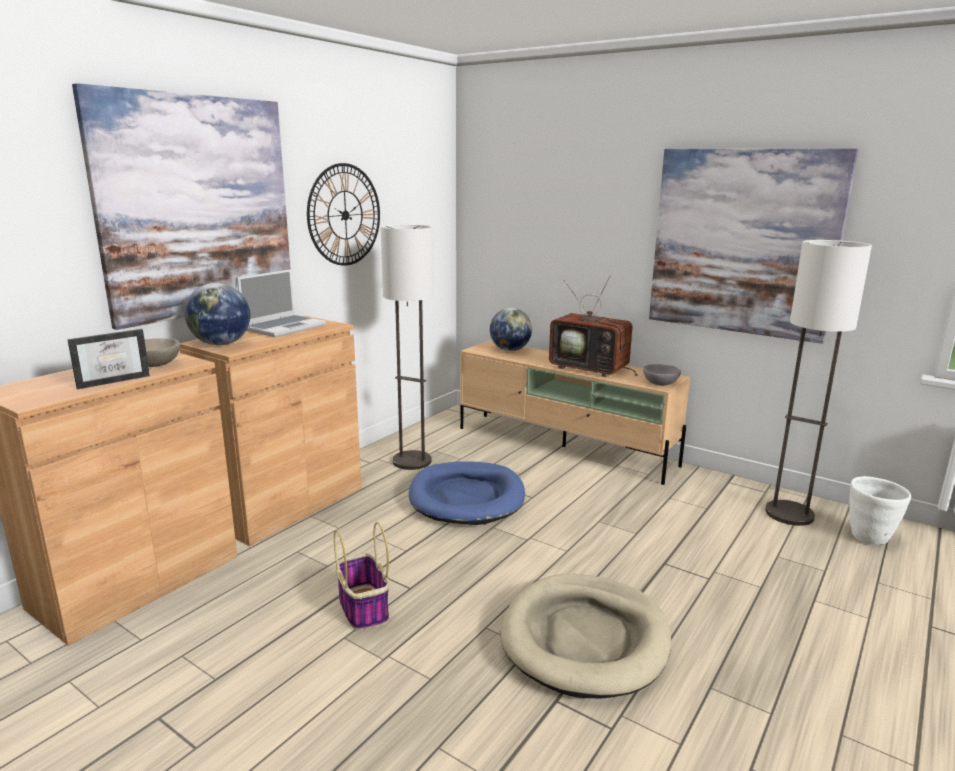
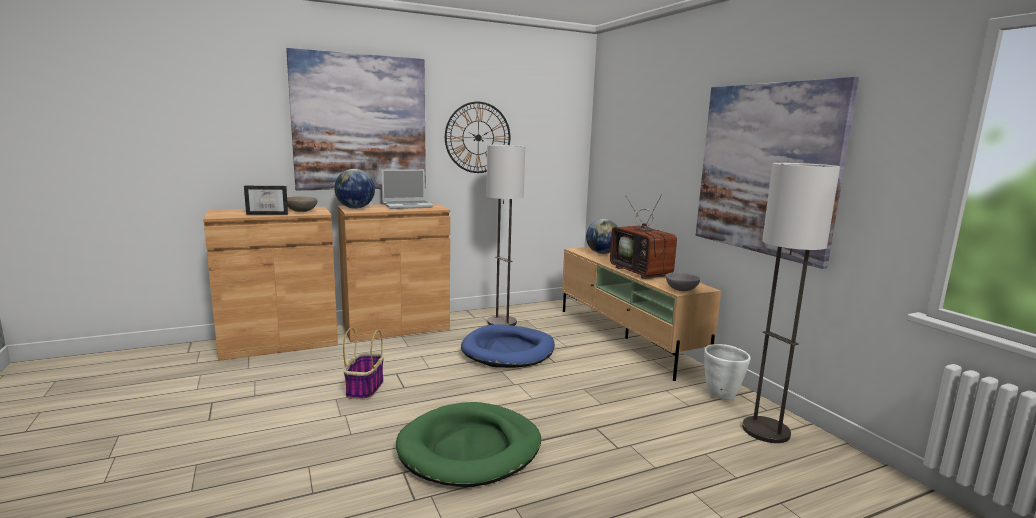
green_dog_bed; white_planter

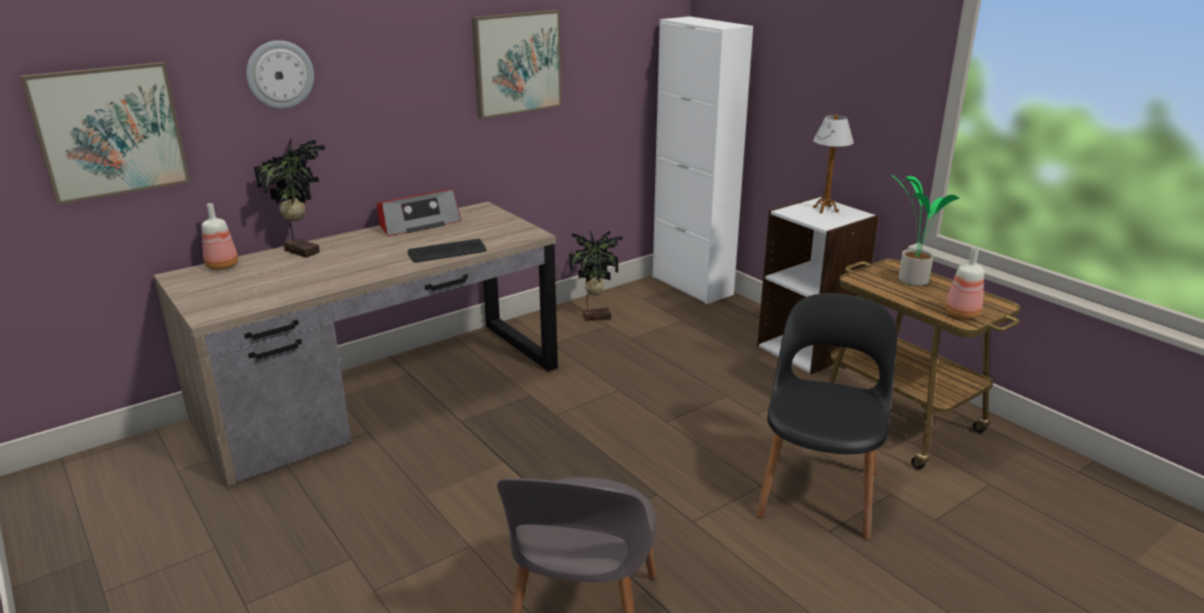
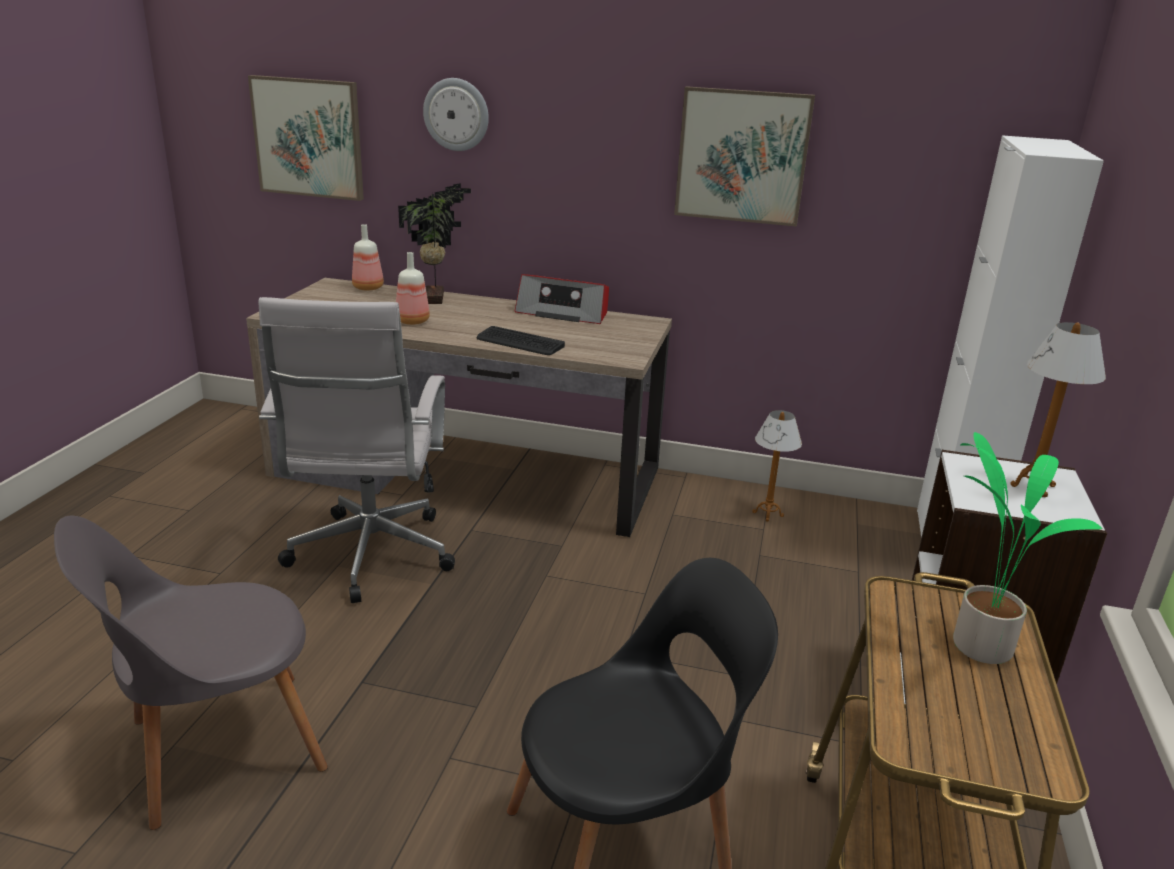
table_lamp (no. 1 from left); bottle (no. 2 from left); white_office_chair

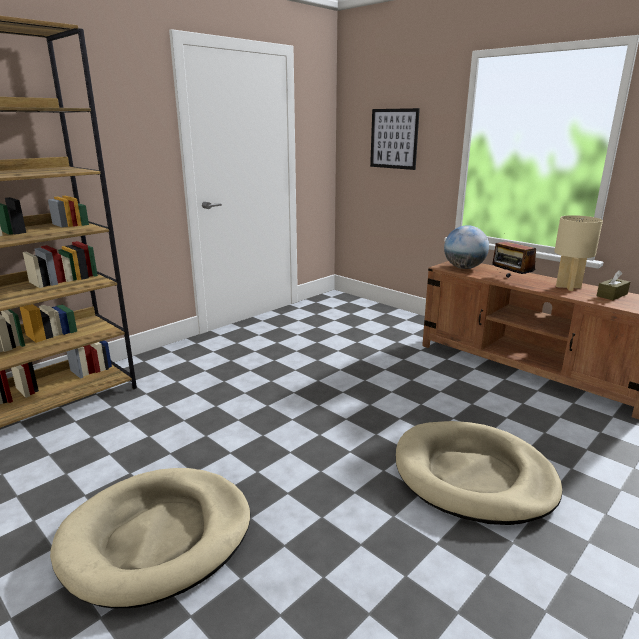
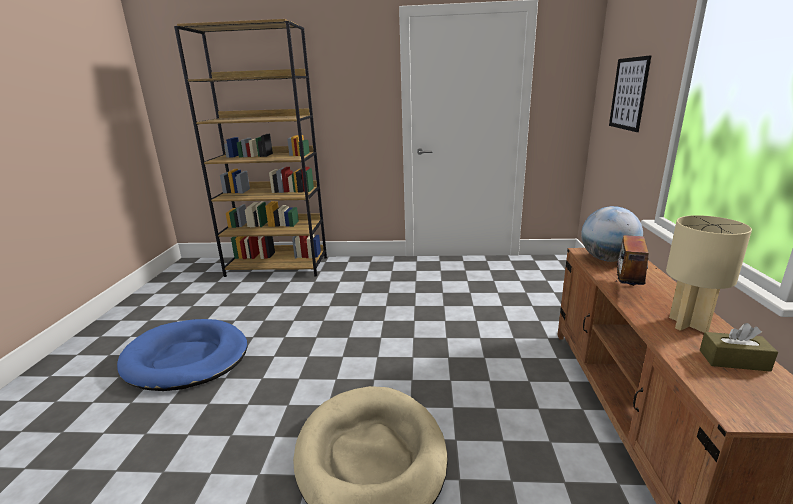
blue_dog_bed

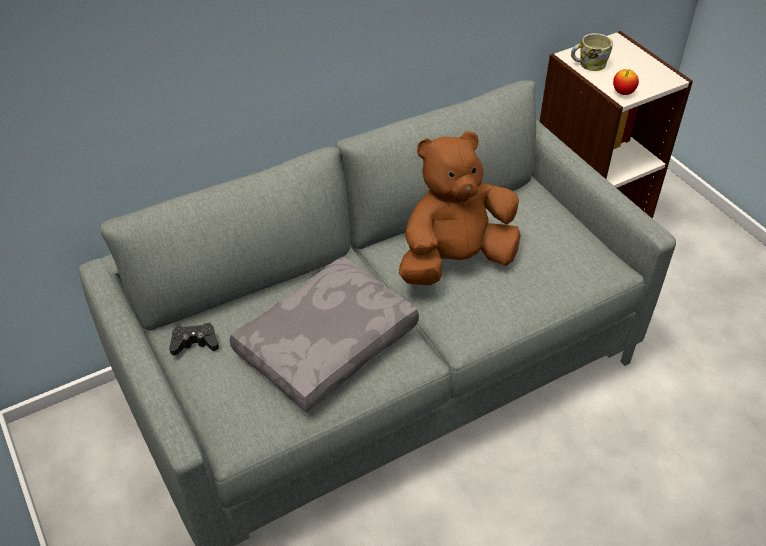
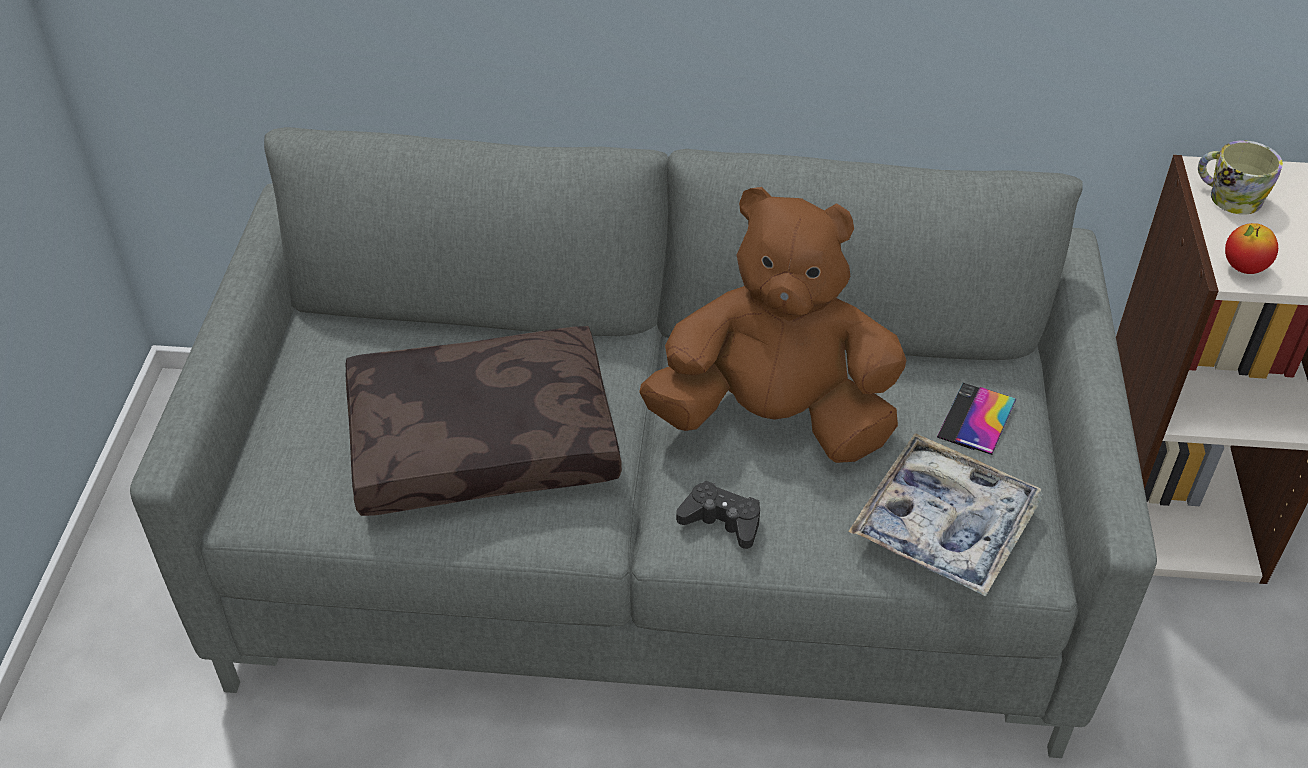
black_game_controller; brown_pillow; tray; phone

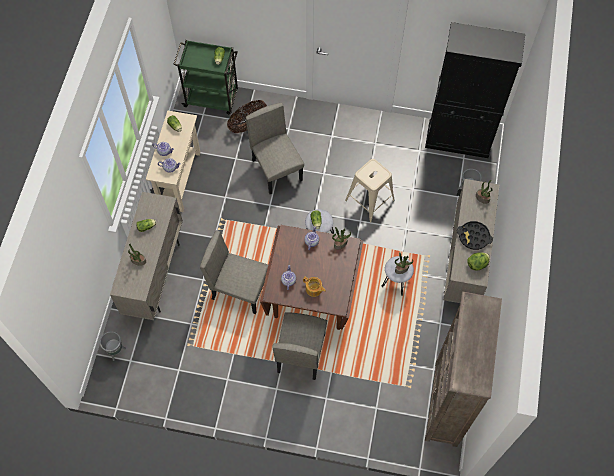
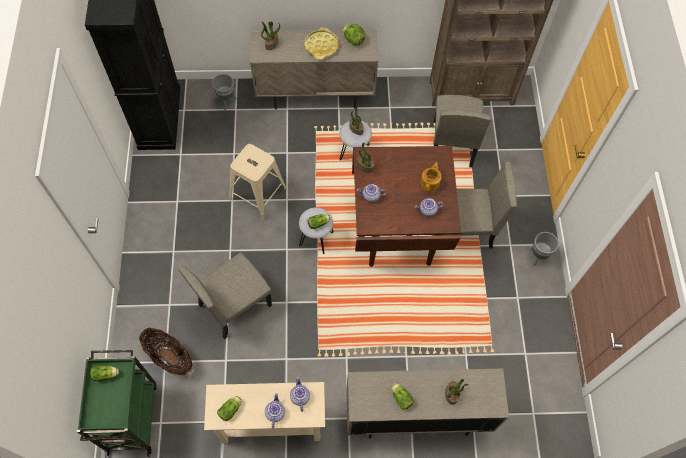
grey_planter (no. 2 from left); beige_chair (no. 2 from left); yellow_tray

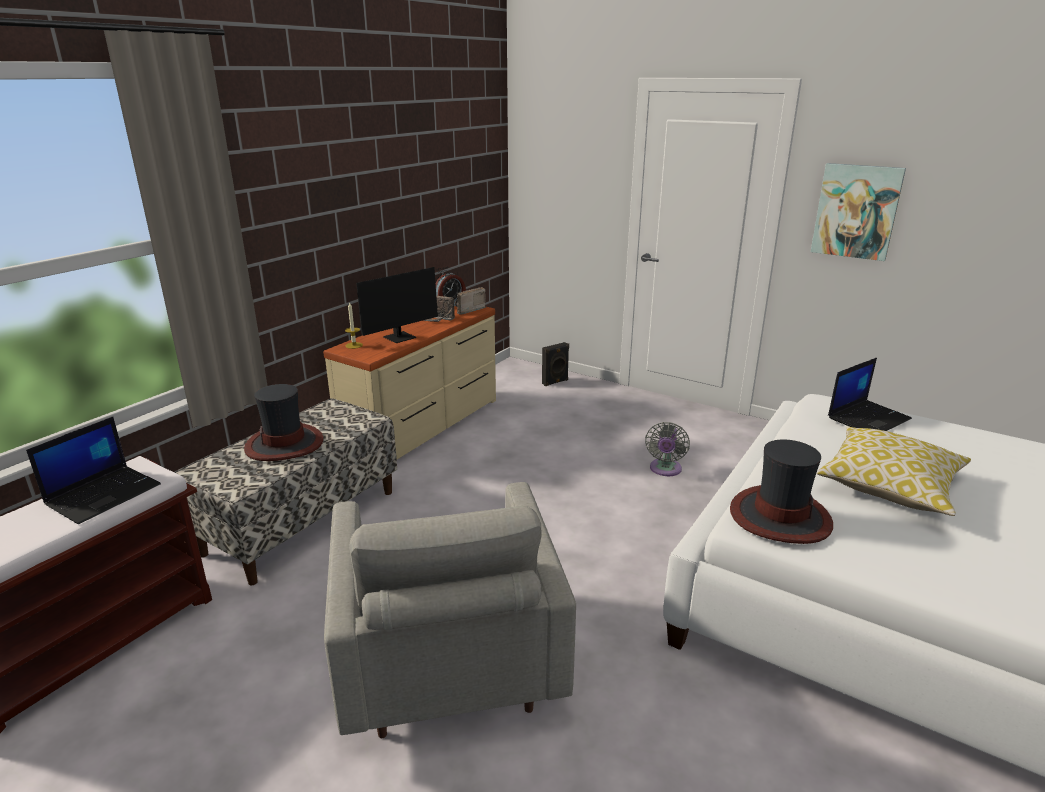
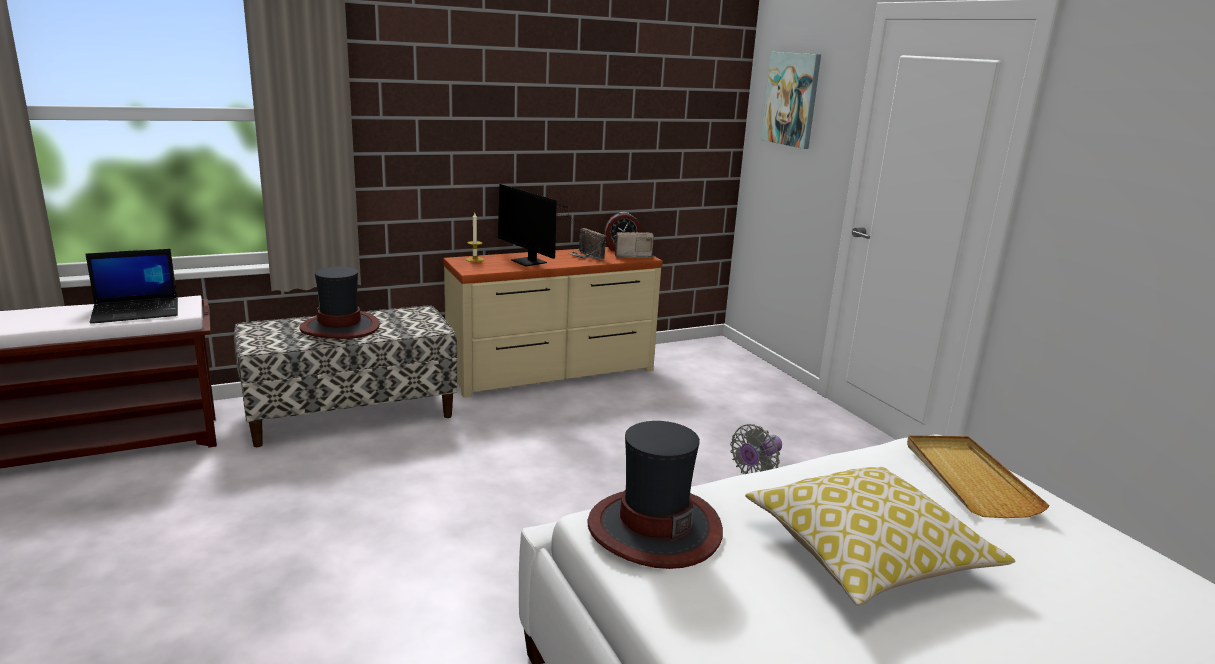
grey_armchair; monitor; black_speaker; picture; beige_tray

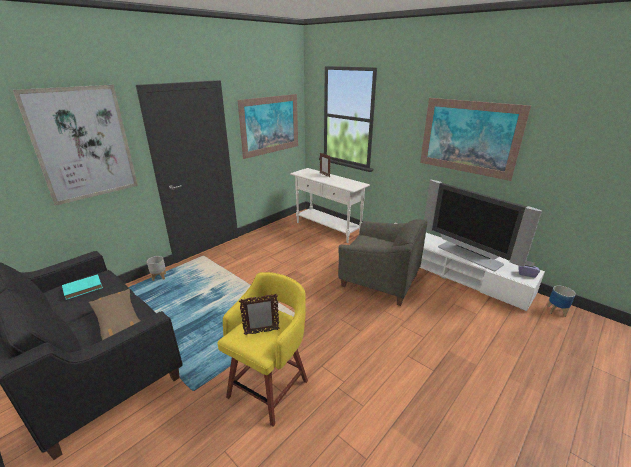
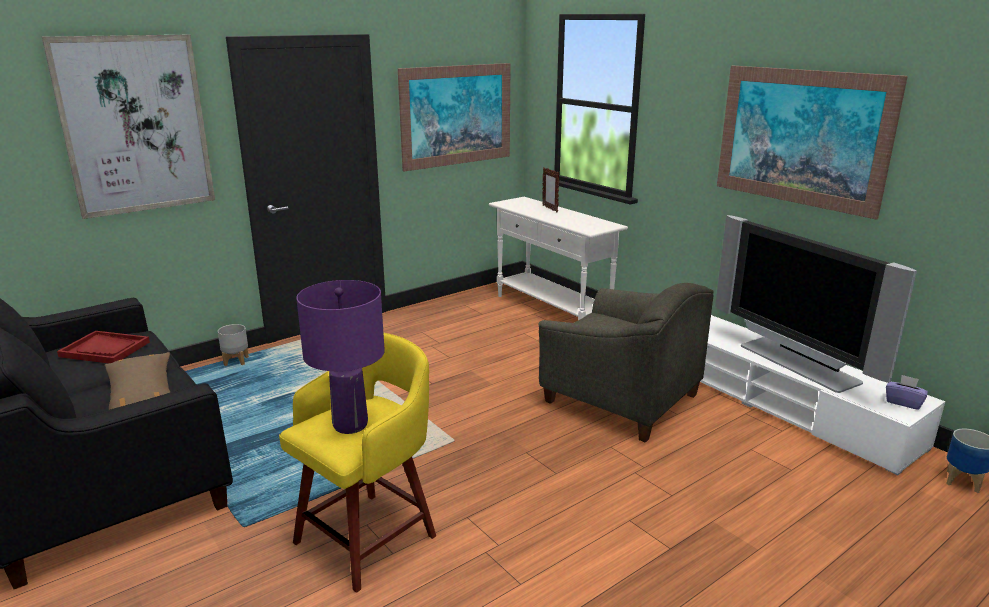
red_tray; purple_table_lamp

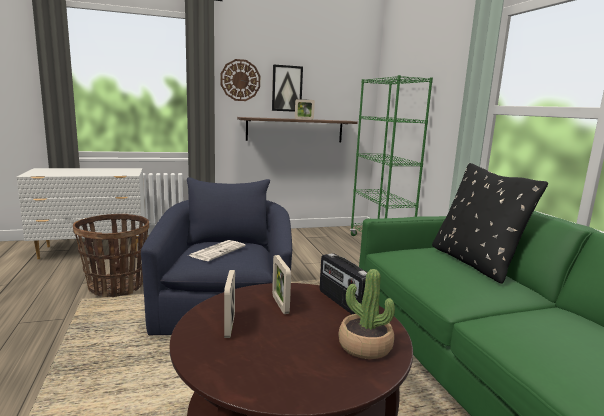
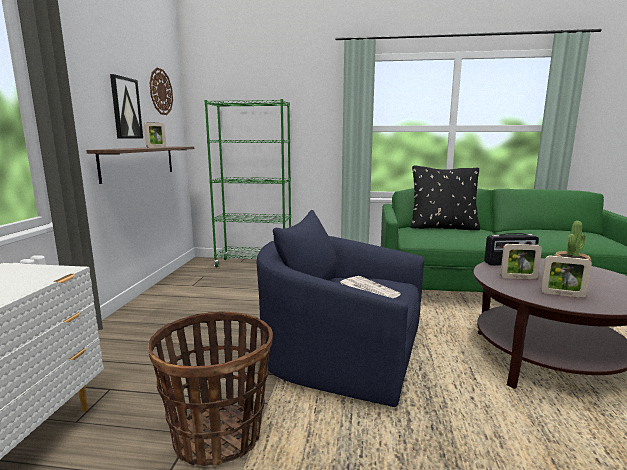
wall_clock

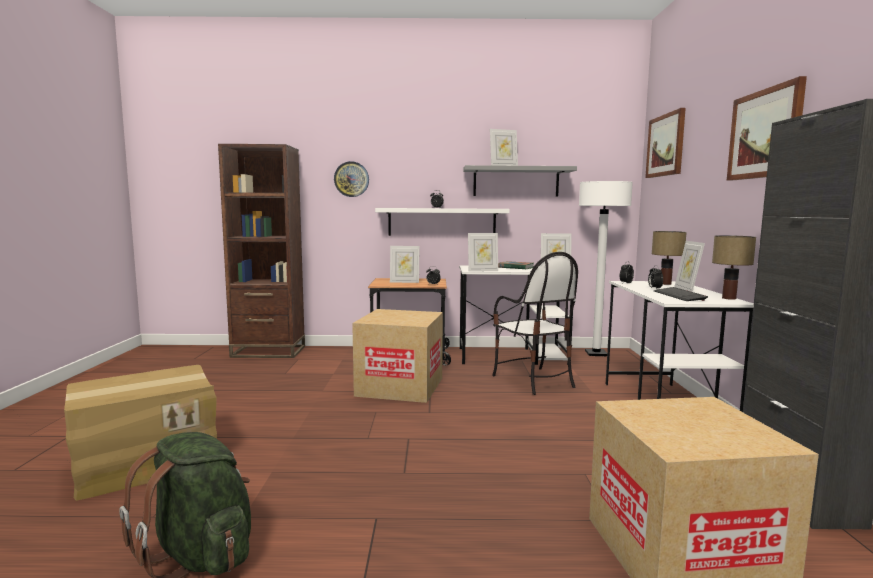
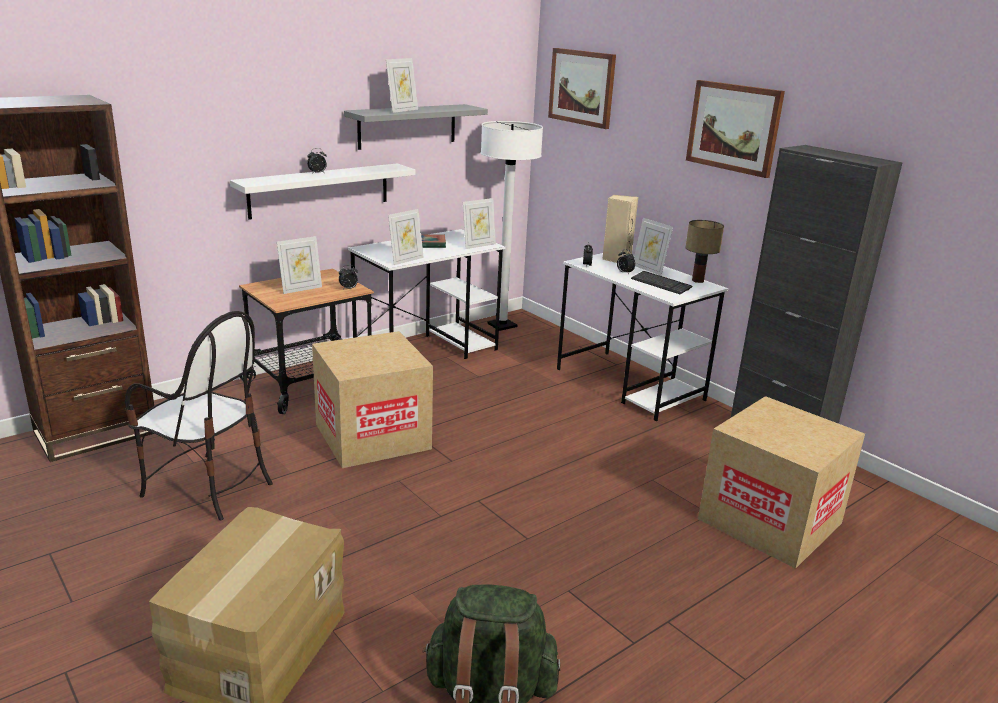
wall_clock; chair; beige_speaker

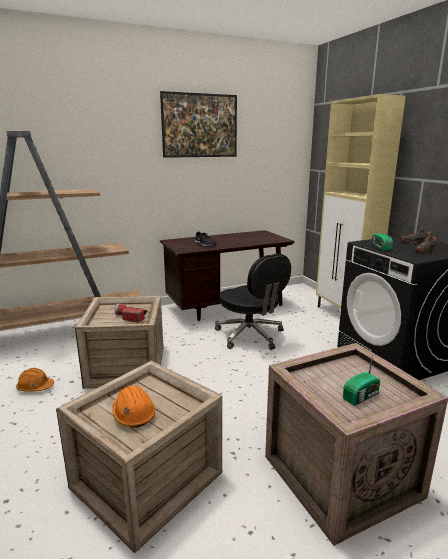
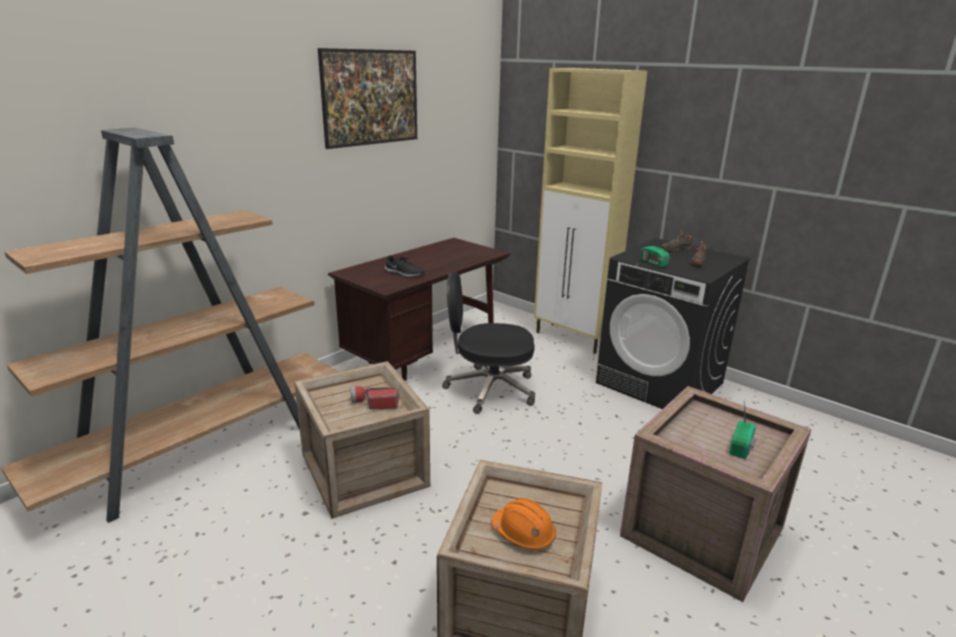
orange_hard_hat (no. 1 from left in the first image); black_office_chair

